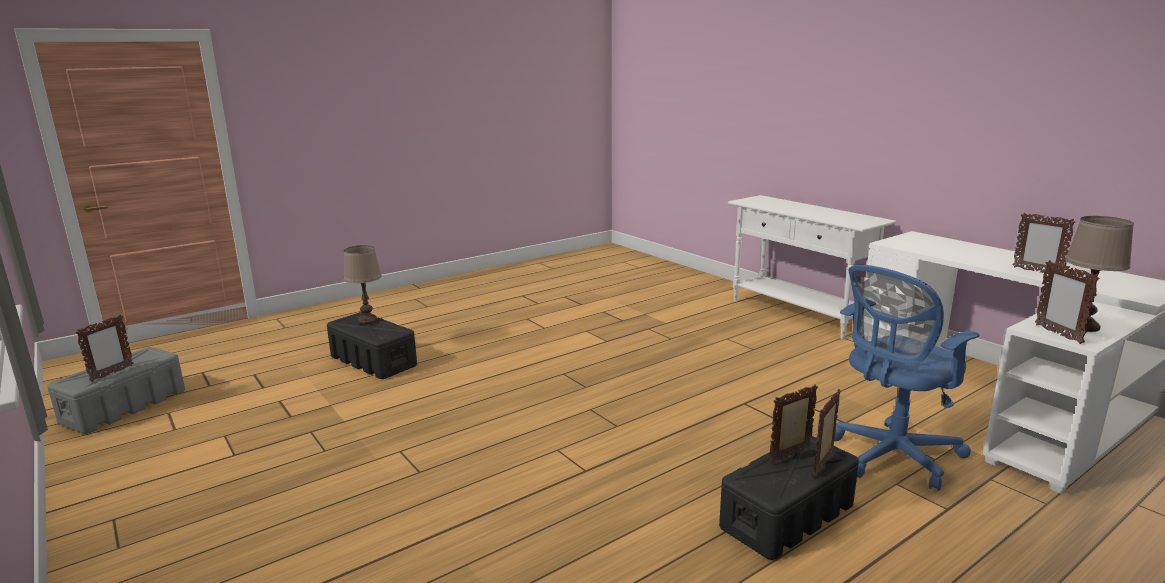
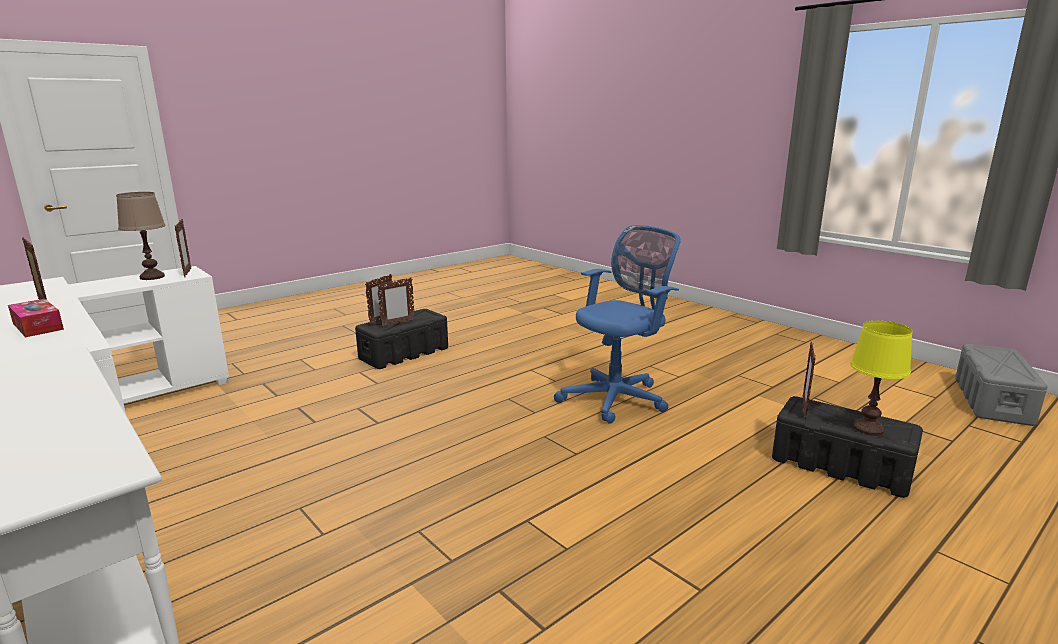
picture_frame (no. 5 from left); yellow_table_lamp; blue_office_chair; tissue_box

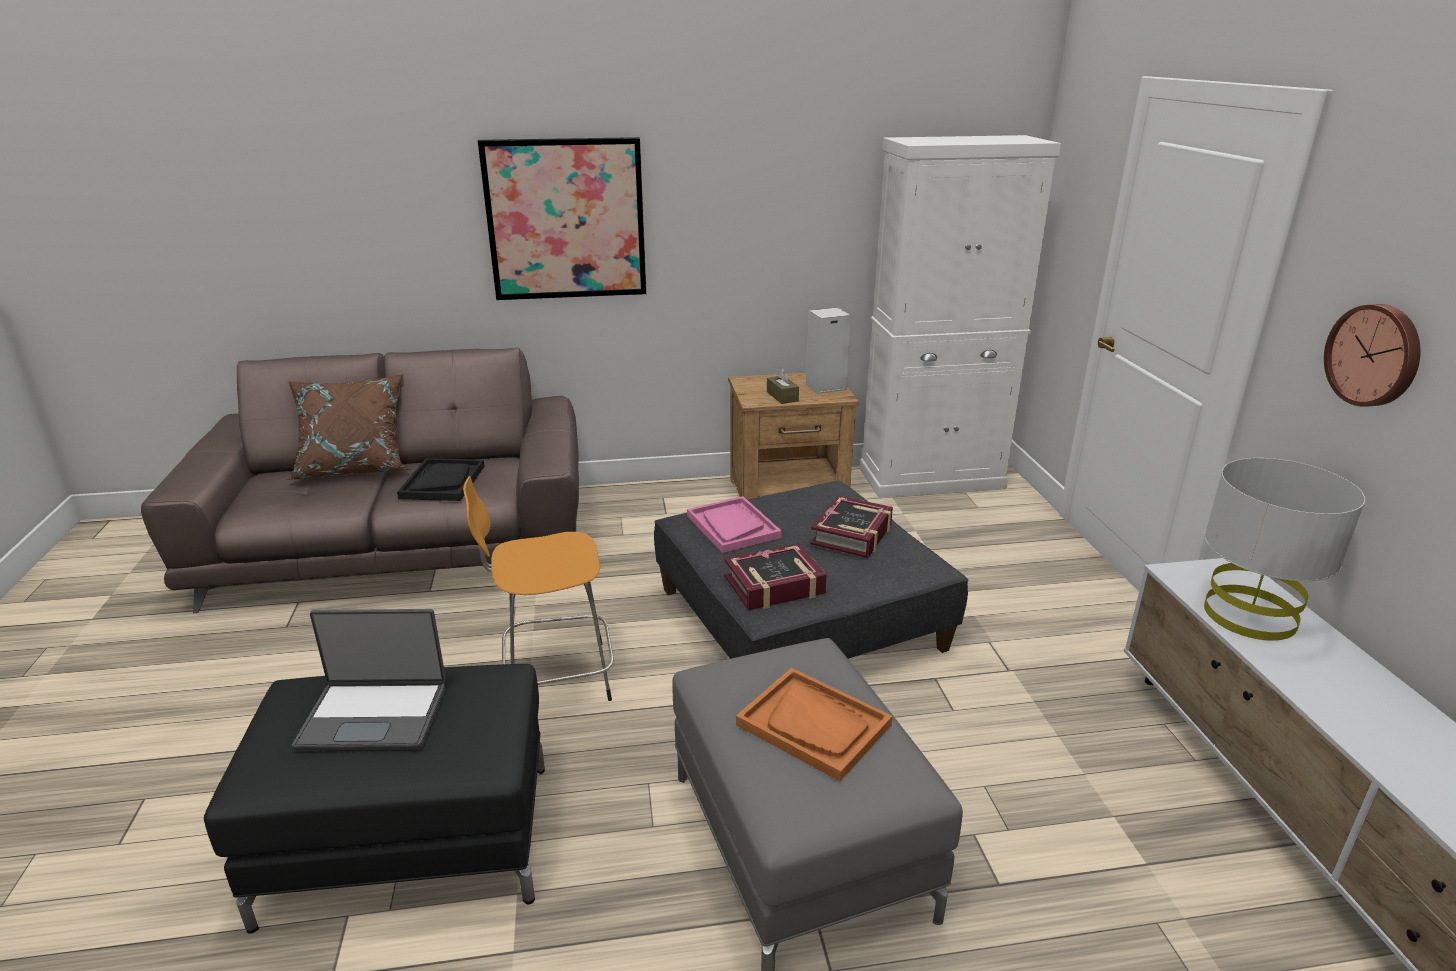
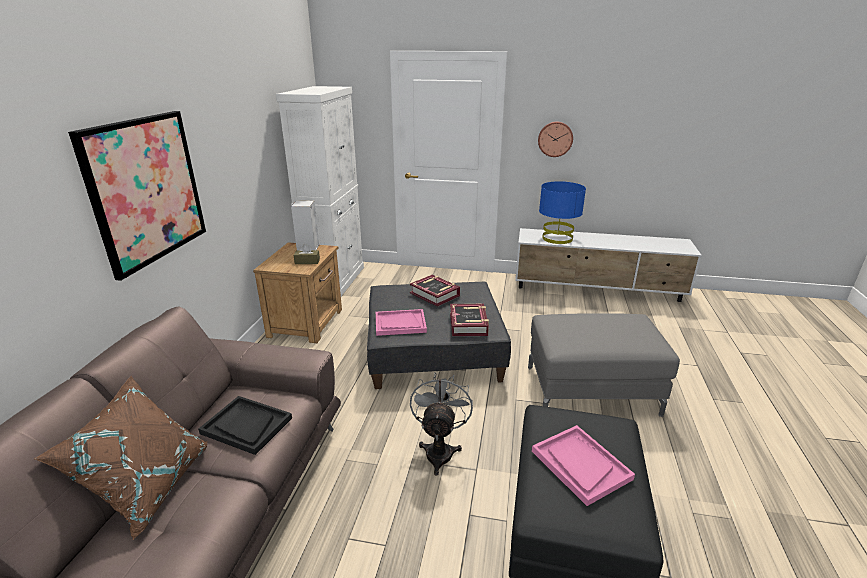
pink_tray (no. 2 from left); grey_fan; orange_tray; blue_table_lamp

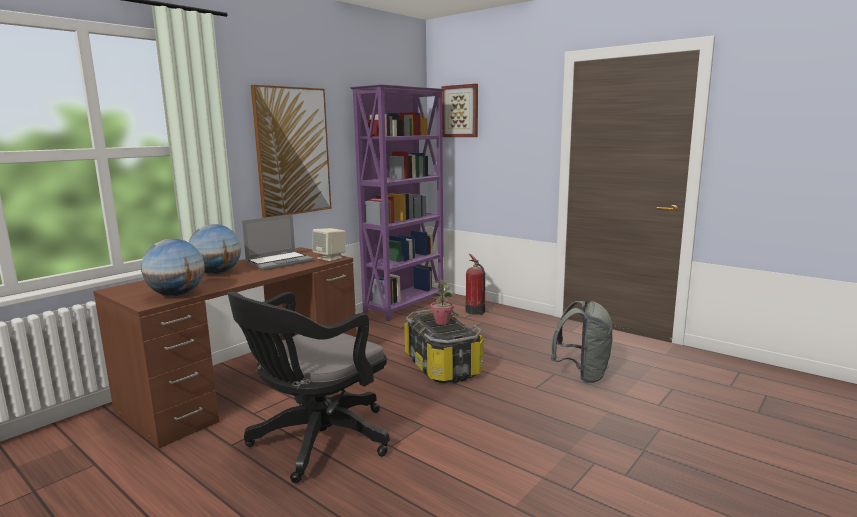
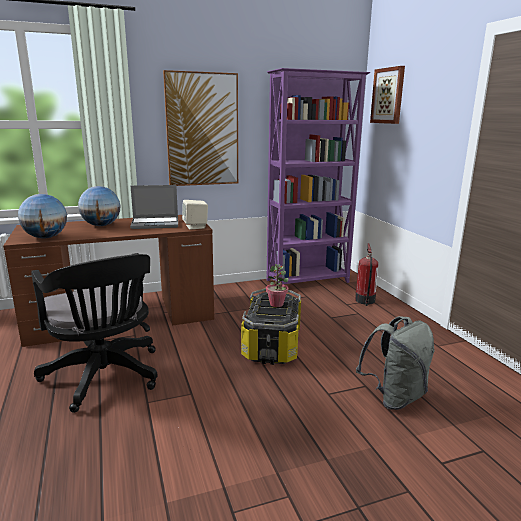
black_office_chair

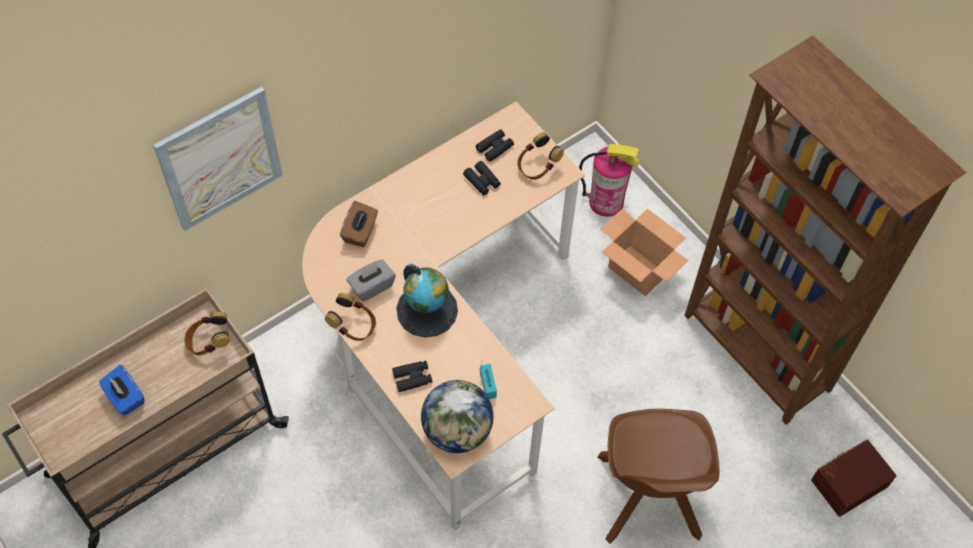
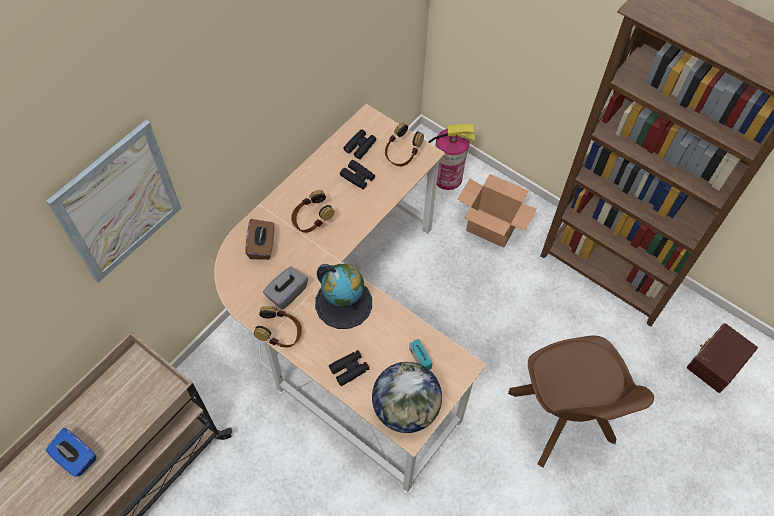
headphones (no. 2 from left)

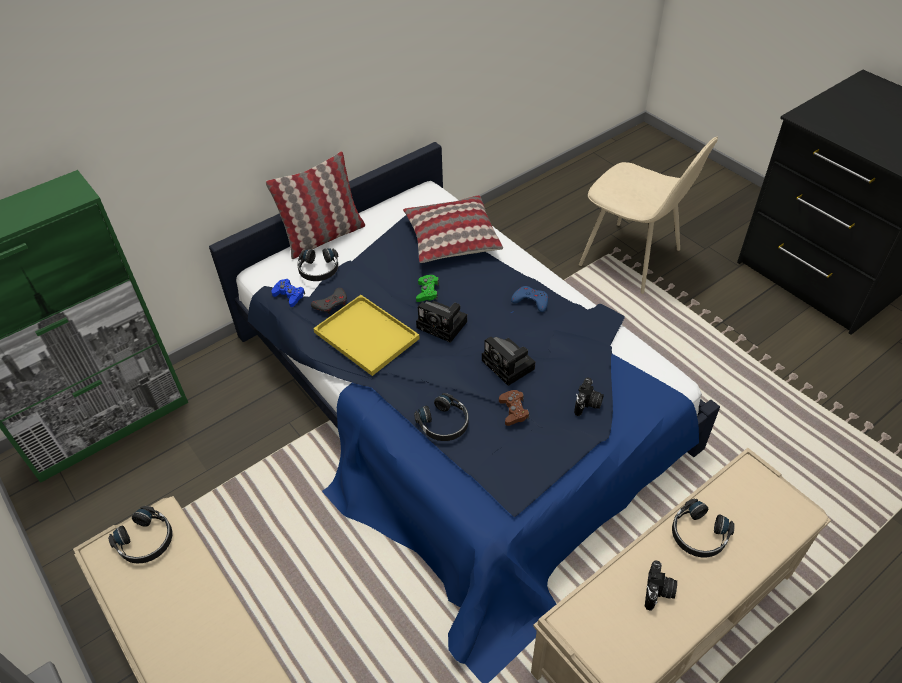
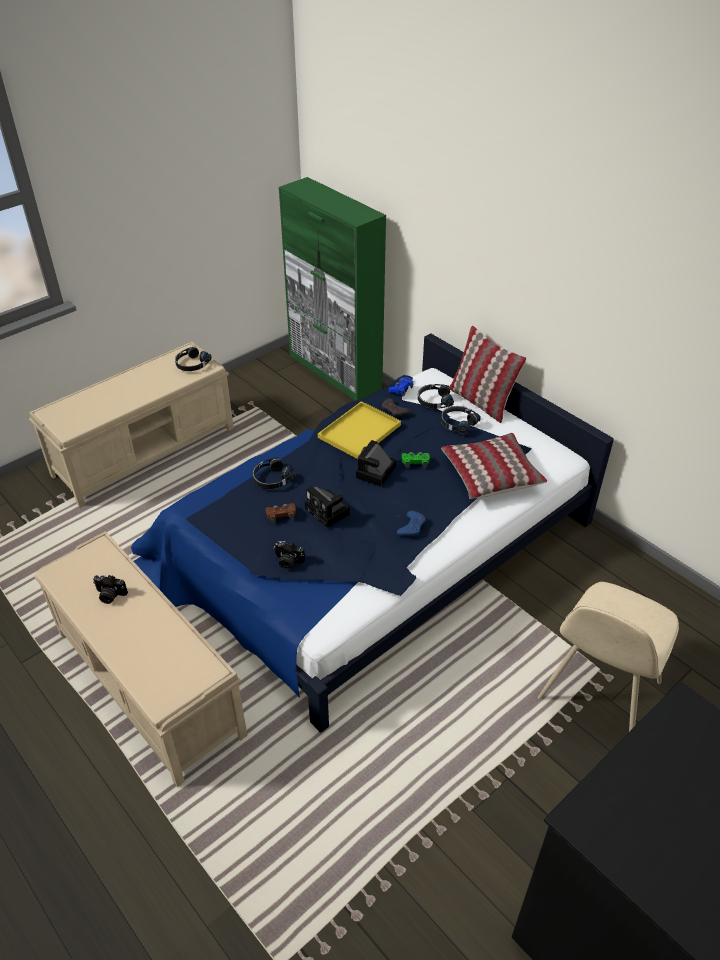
photo_camera (no. 3 from left); black_headphones (no. 4 from left)

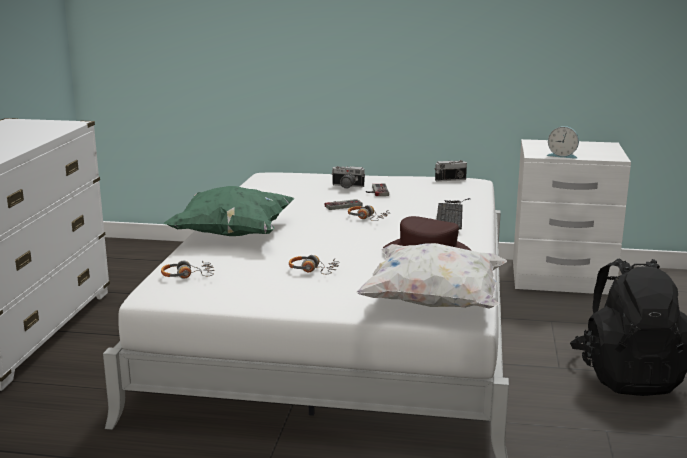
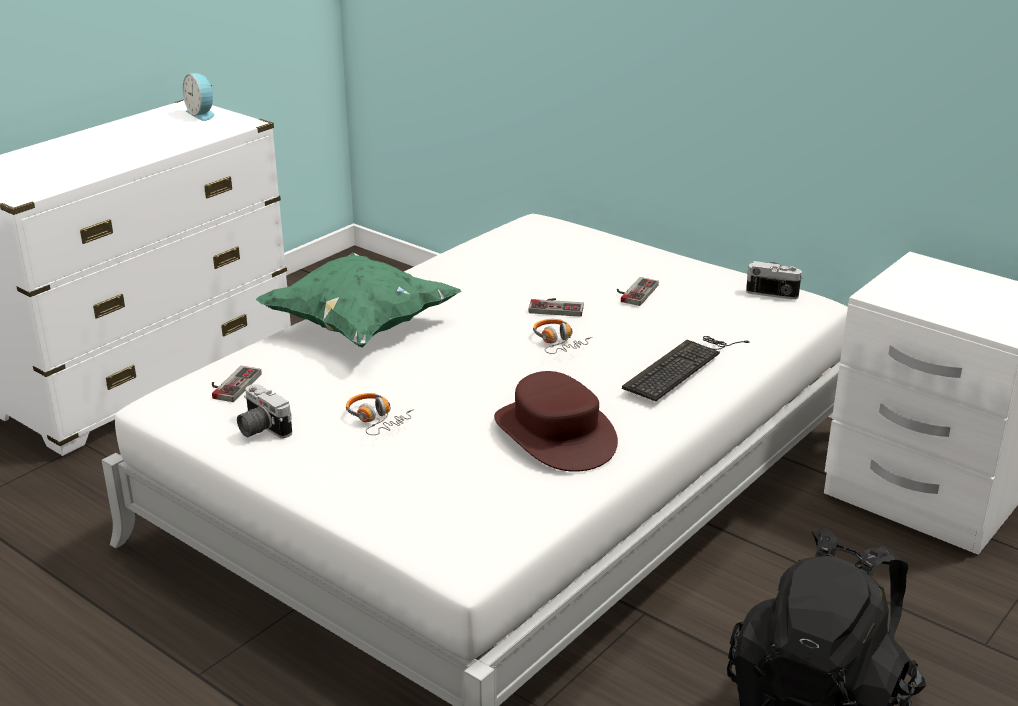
game_controller (no. 1 from left); photo_camera (no. 1 from left); white_pillow; alarm_clock

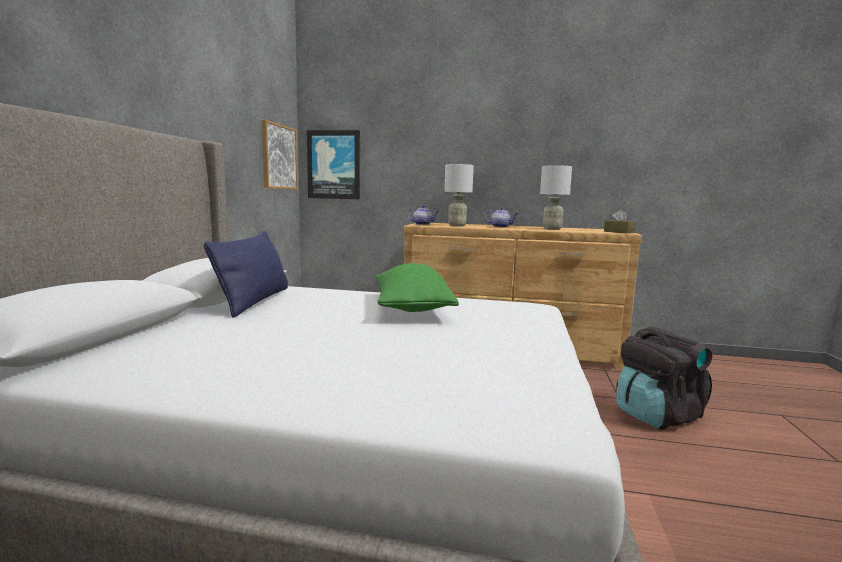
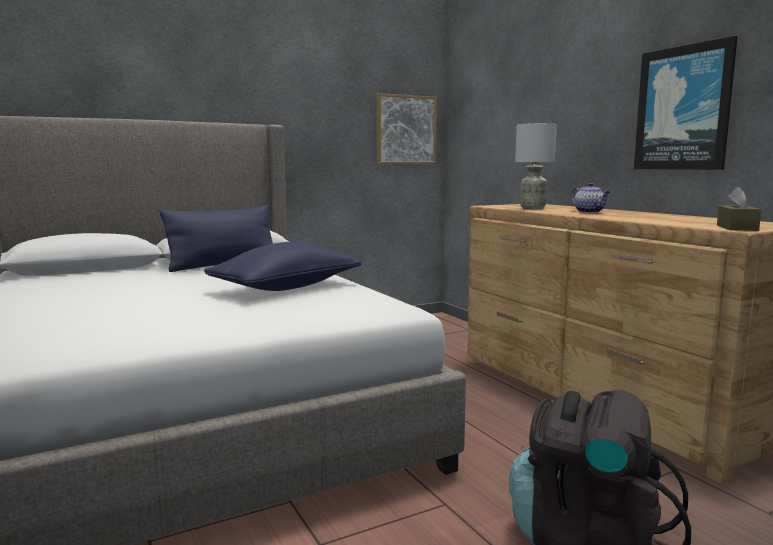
picture (no. 2 from left); blue_pillow (no. 2 from left); teapot (no. 1 from left in the first image); grey_table_lamp (no. 2 from left in the first image)

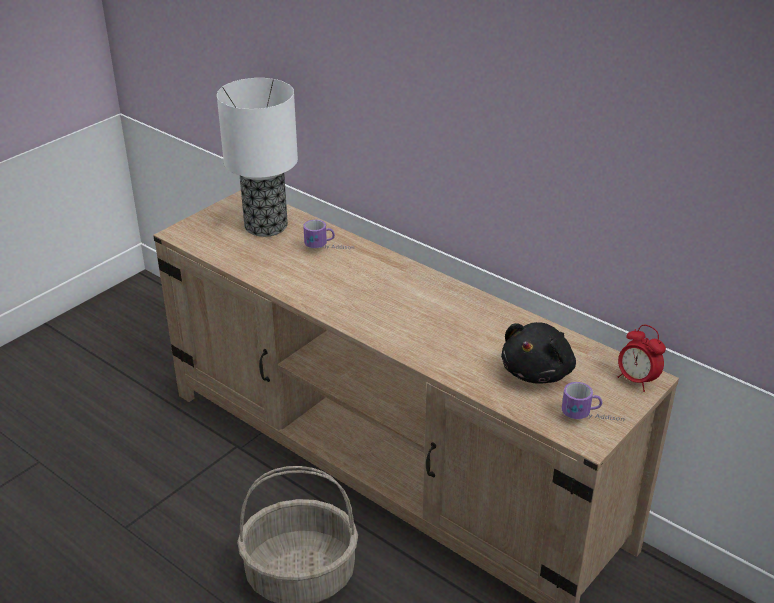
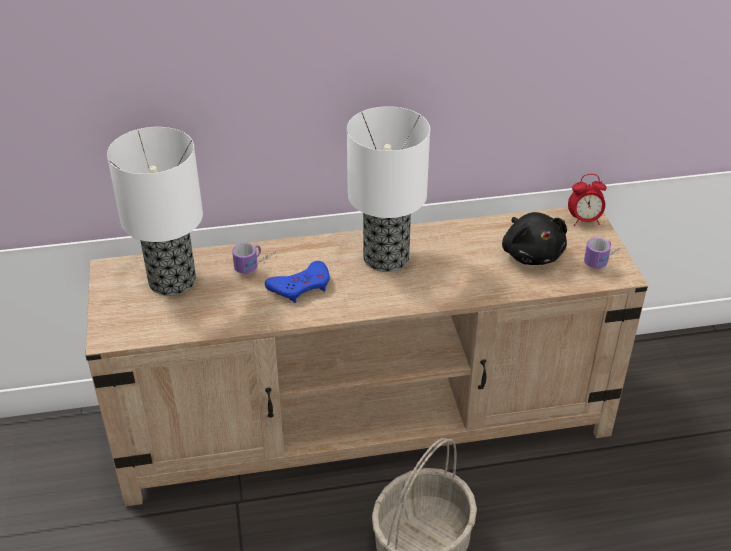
blue_game_controller; table_lamp (no. 2 from left)

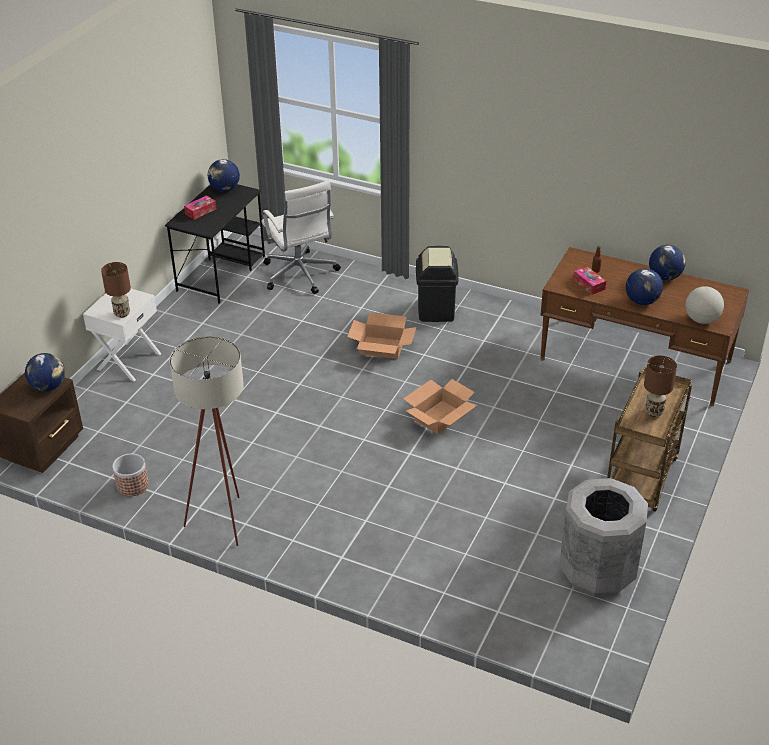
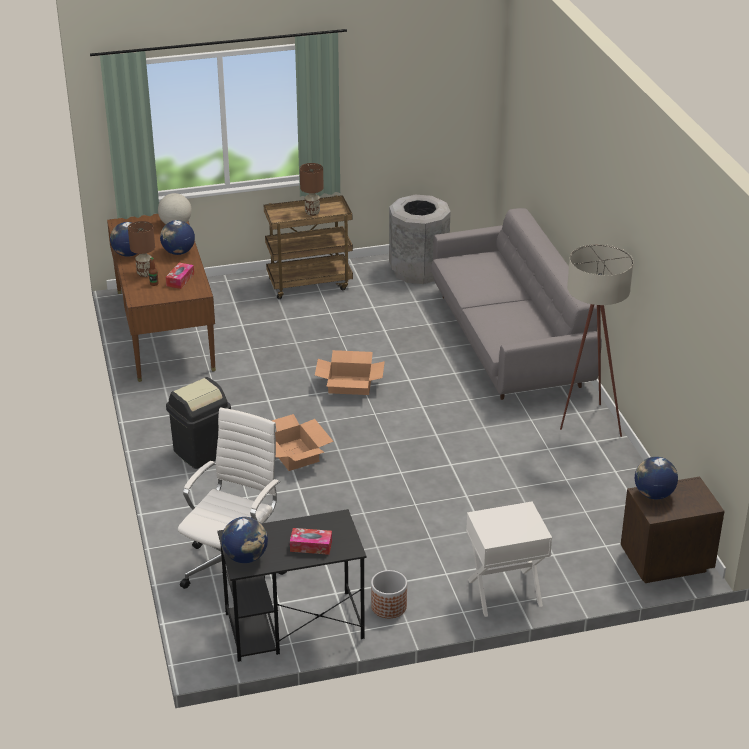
brown_table_lamp (no. 1 from left); planter; grey_sofa

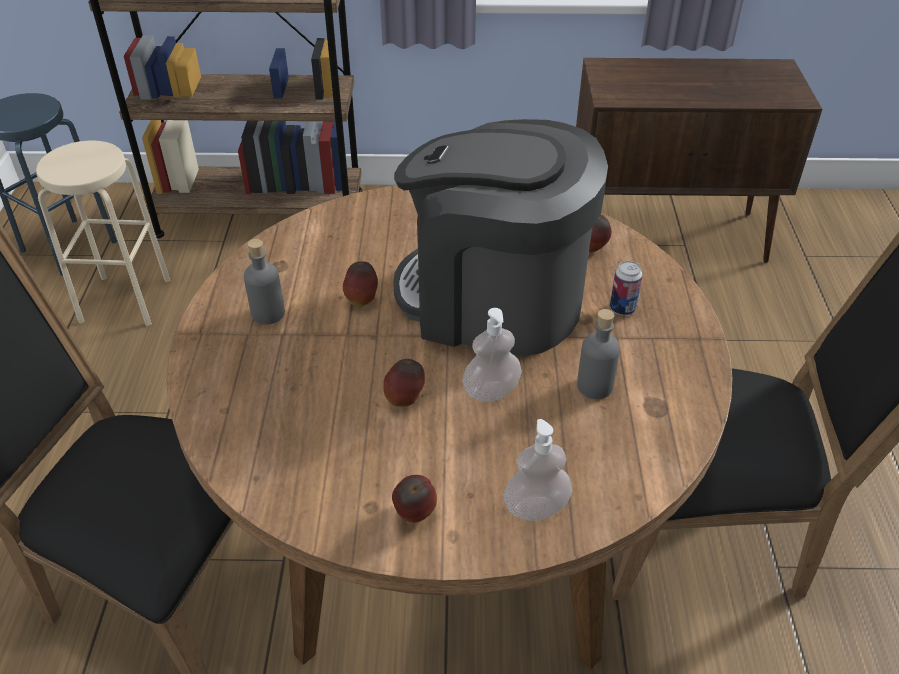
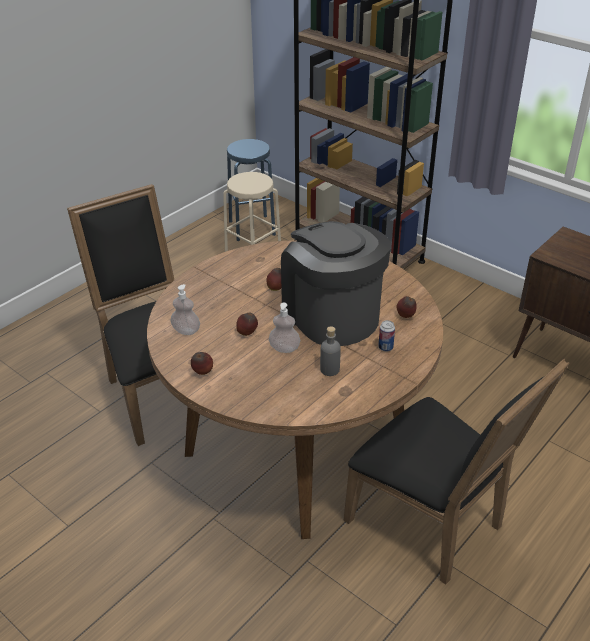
grey_bottle (no. 1 from left in the first image); soap_dispenser (no. 1 from left)

